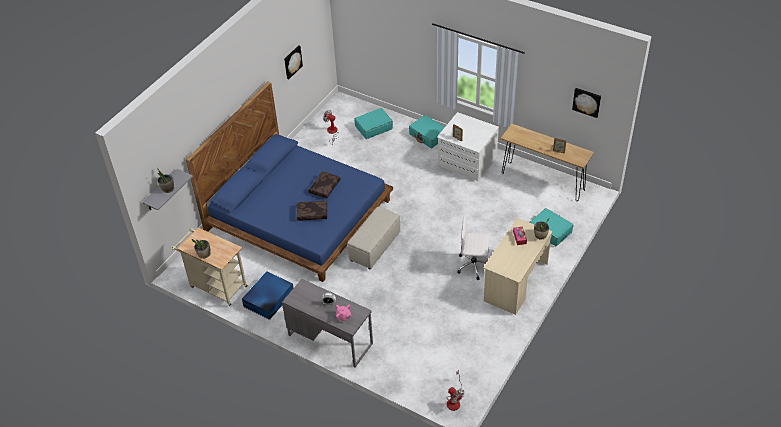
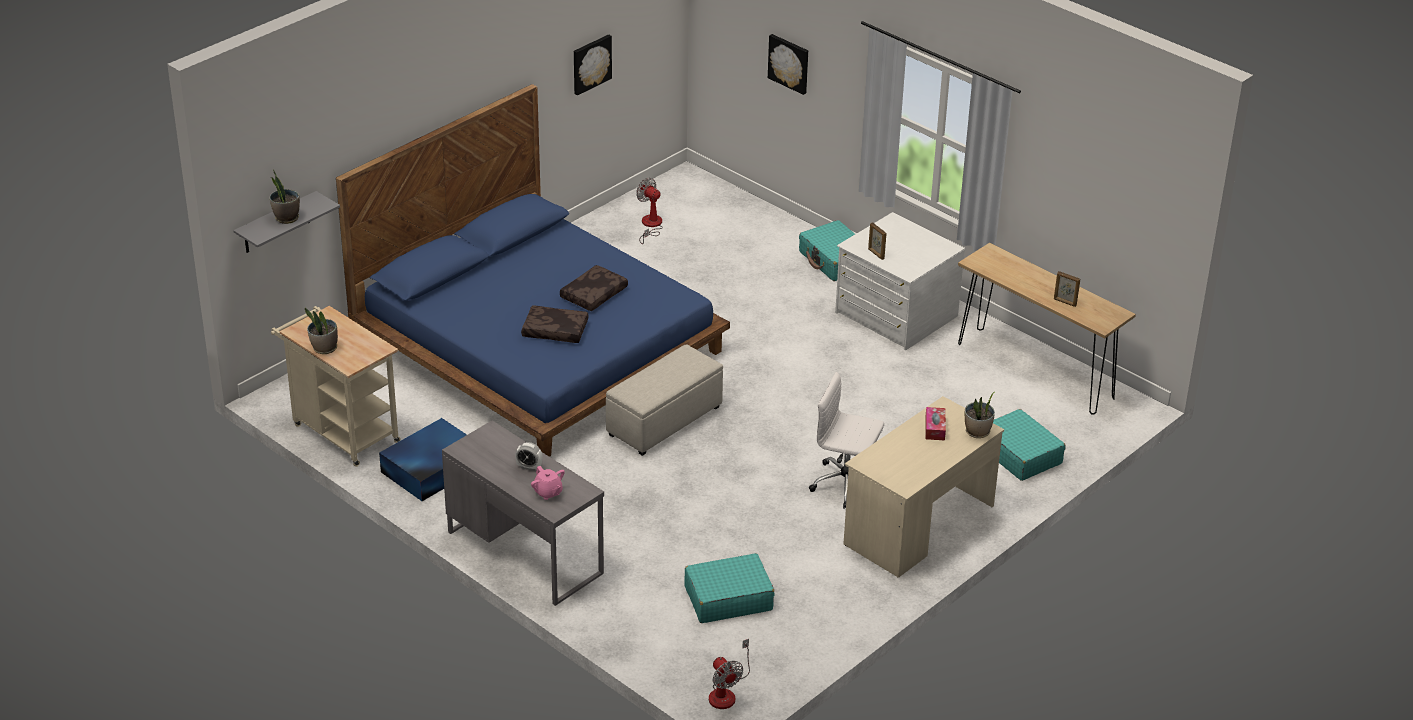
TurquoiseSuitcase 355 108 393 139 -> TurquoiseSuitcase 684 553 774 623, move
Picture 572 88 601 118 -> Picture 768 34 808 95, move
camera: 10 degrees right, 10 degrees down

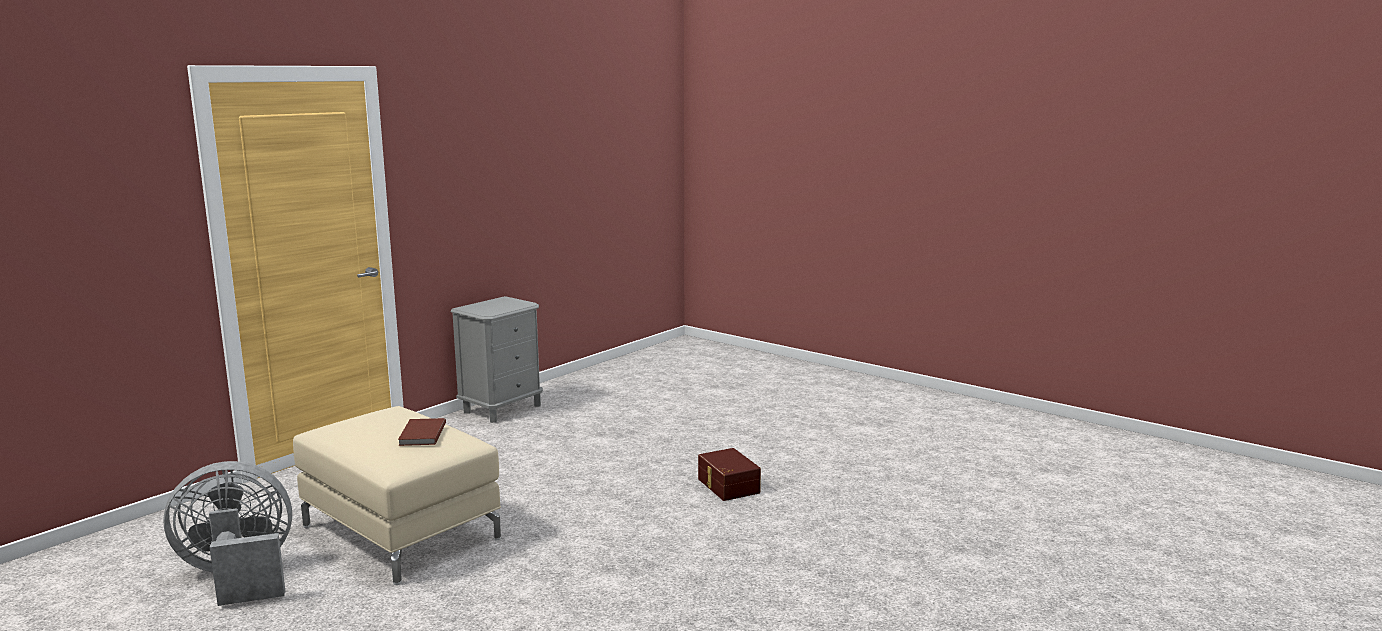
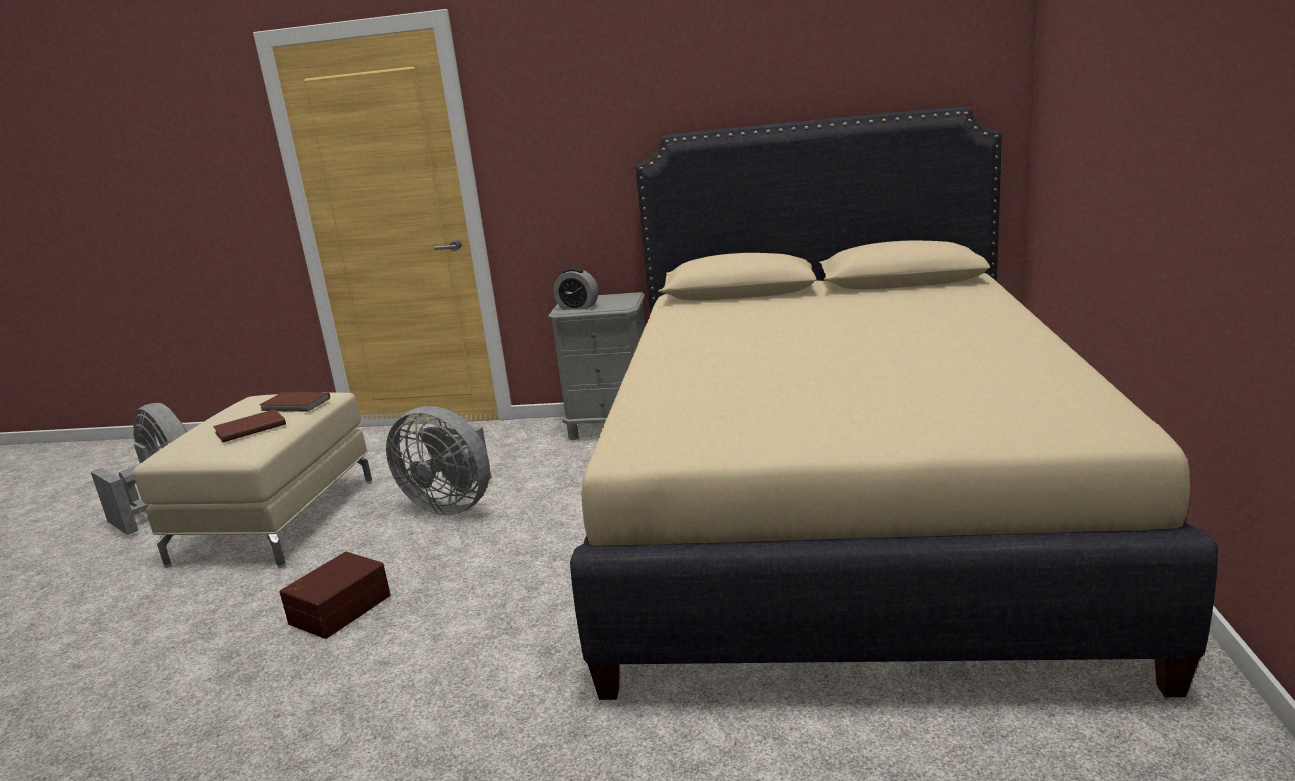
BrownStorageBox 698 448 761 501 -> BrownStorageBox 279 552 391 639, move
none -> BrownBook 259 392 330 412
none -> GreyFan 386 406 491 515
none -> AlarmClock 553 268 598 310
none -> BeigeBed 570 106 1218 700
camera: 60 degrees right, 5 degrees up

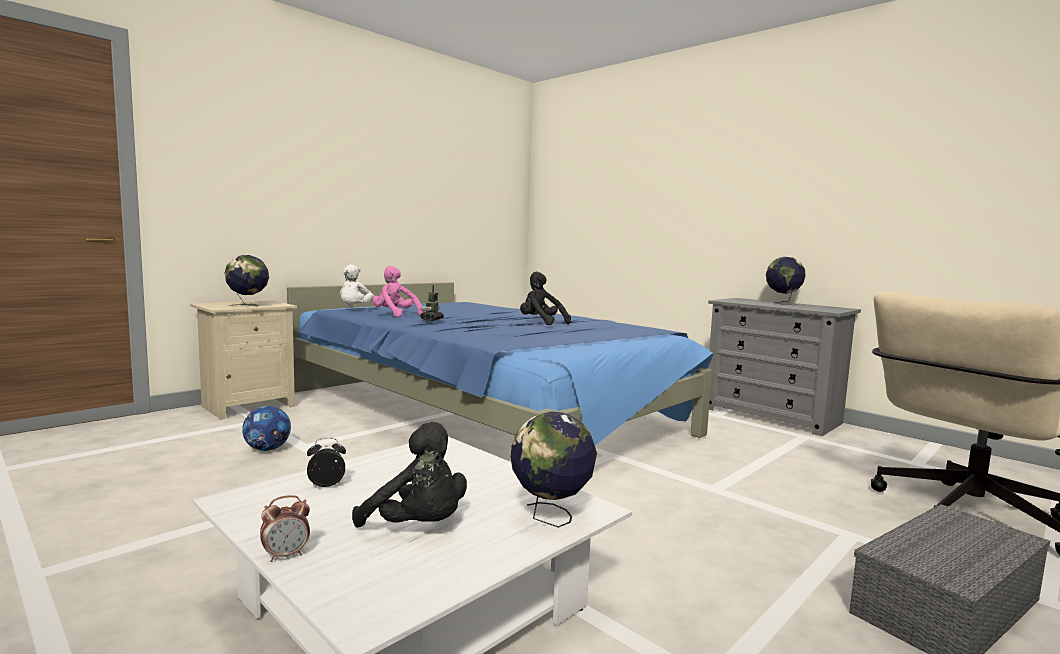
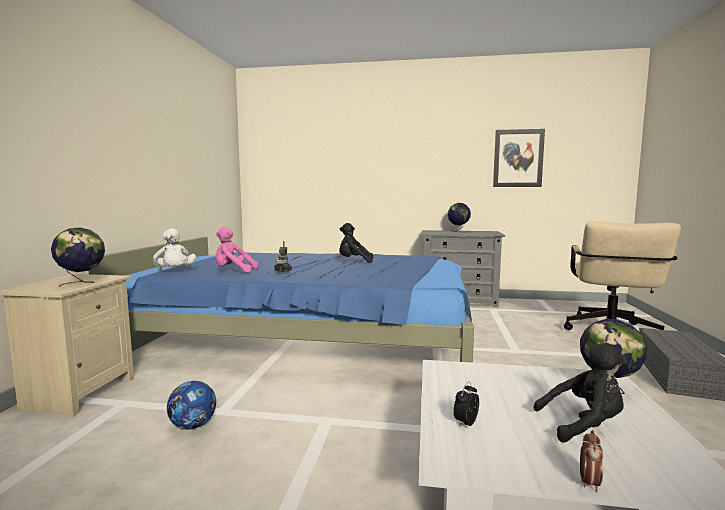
none -> Picture 493 129 545 187
camera: 35 degrees left, 0 degrees up

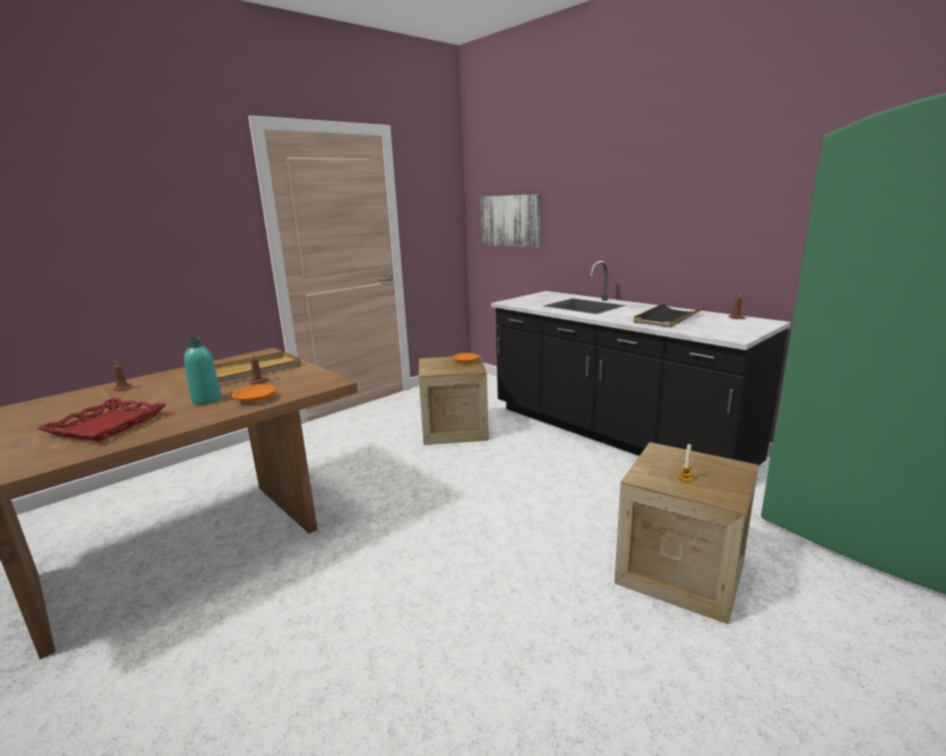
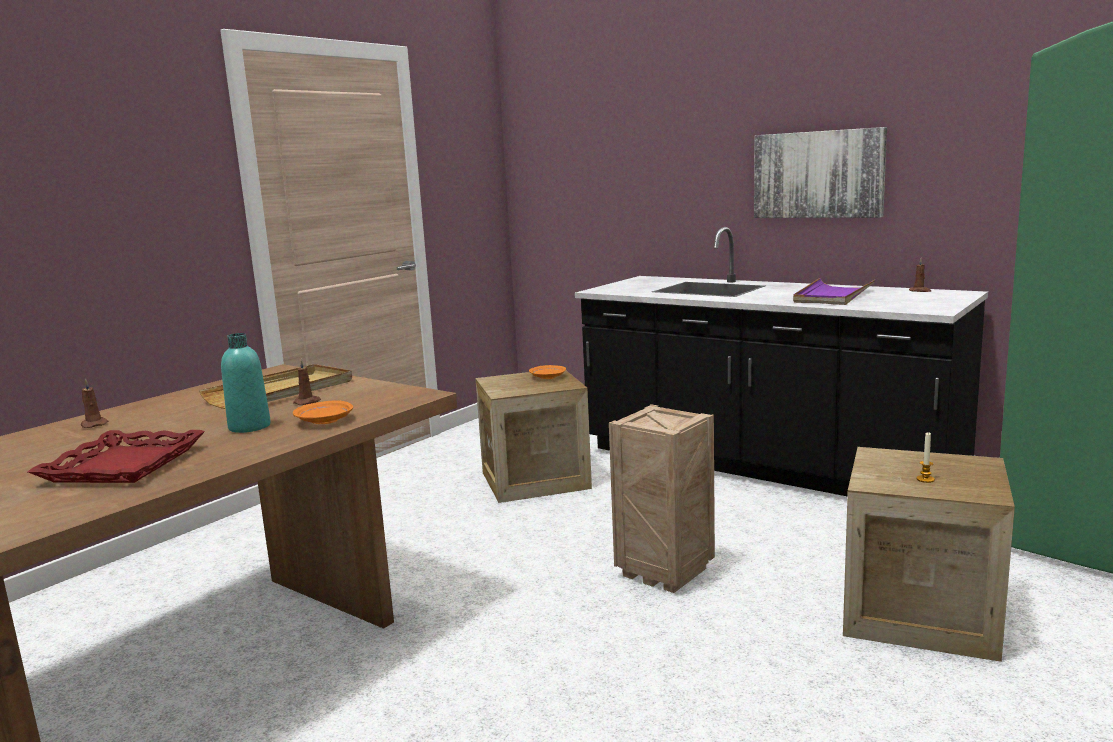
Picture 481 194 540 248 -> Picture 754 127 887 218, move
BlackTray 634 302 704 328 -> PurpleTray 793 278 875 305
none -> Crate 609 404 715 593
camera: 10 degrees left, 5 degrees down

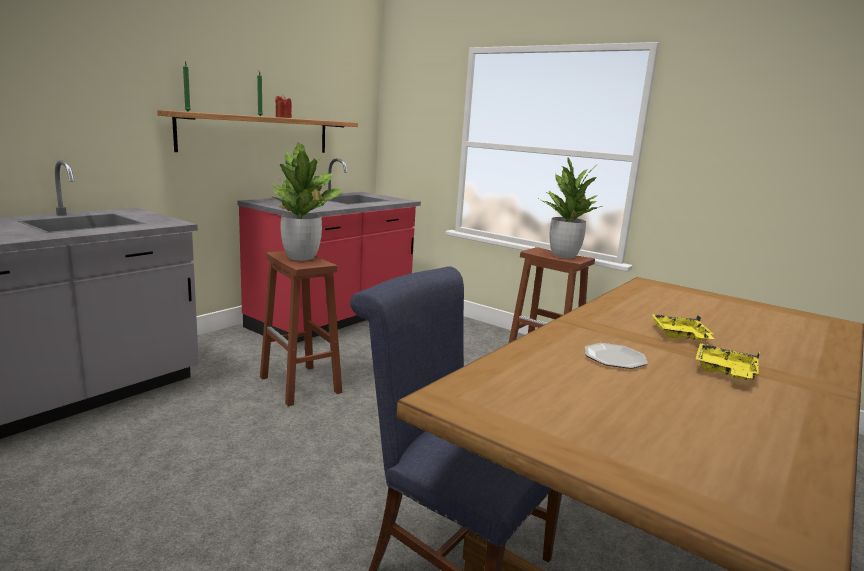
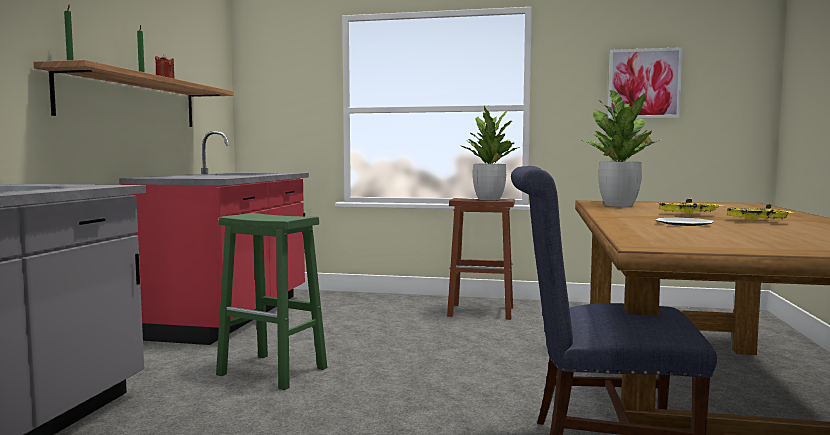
BrownStool 260 251 342 406 -> GreenStool 216 213 327 390
PottedPlant 271 142 343 261 -> PottedPlant 582 90 662 207, move
none -> Picture 608 47 683 119
camera: 25 degrees left, 10 degrees down

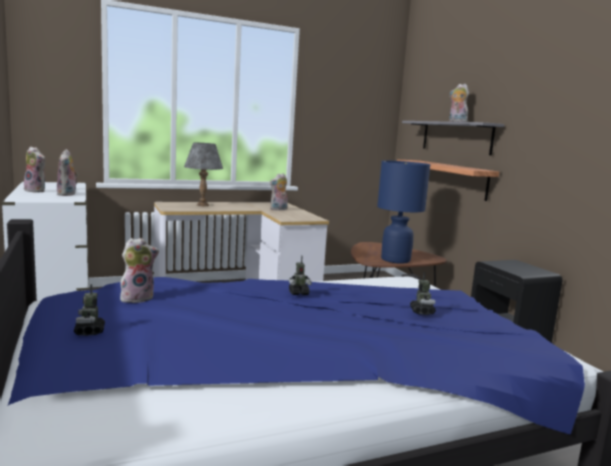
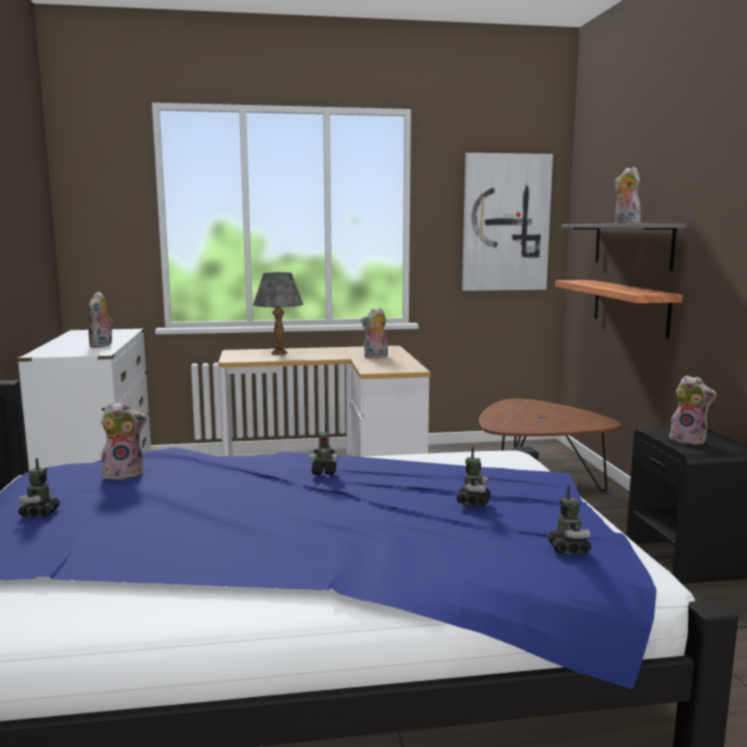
PlushToy 22 146 45 192 -> PlushToy 669 375 717 445, move
BlueTableLamp 377 160 430 263 -> none
none -> Picture 462 153 553 291
none -> ToyRobot 548 485 591 555
camera: 15 degrees right, 0 degrees up

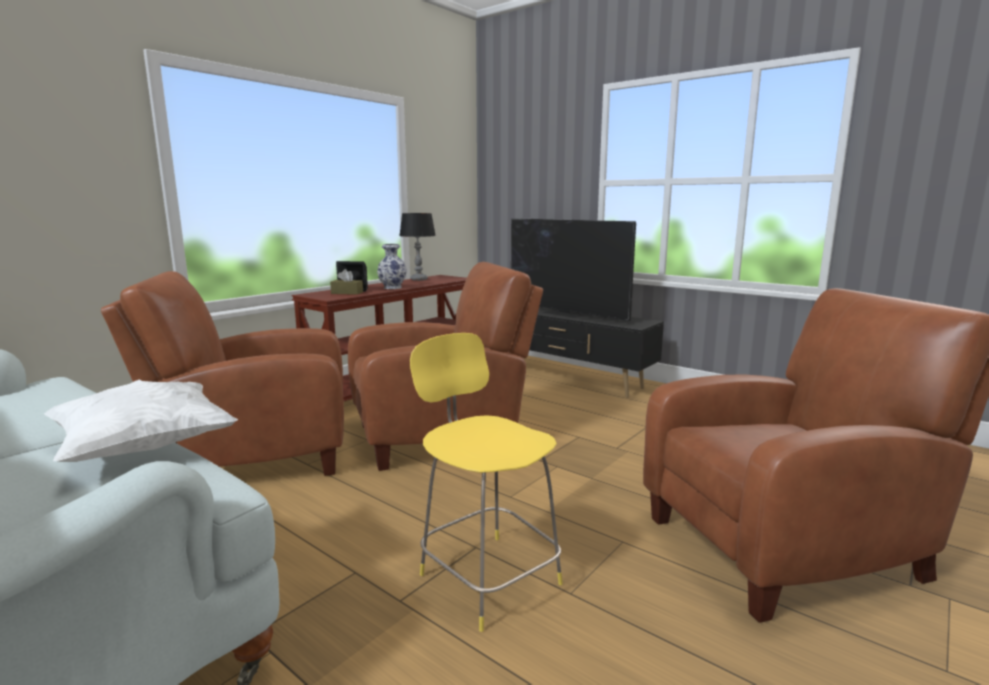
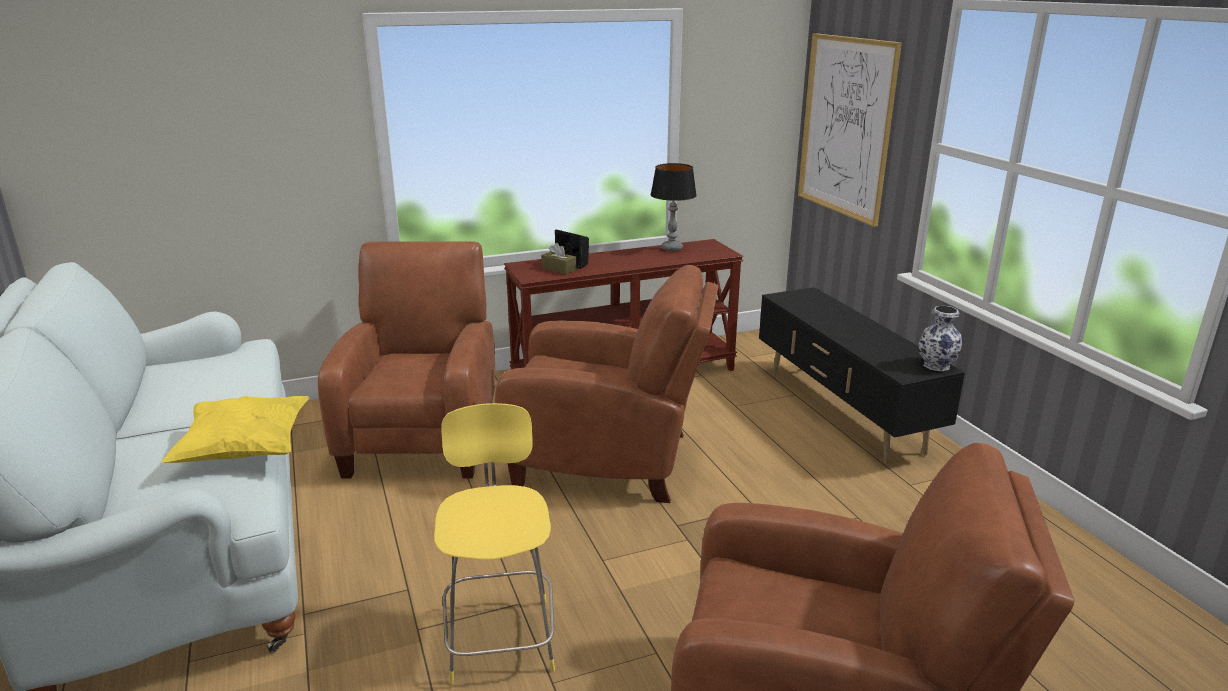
WhitePillow 44 379 238 462 -> YellowPillow 161 396 310 463
BrownArmchair 101 271 344 476 -> BrownArmchair 318 241 495 479, 75 degrees clockwise
Vase 377 244 407 289 -> Vase 919 306 962 371, move
Television 511 218 636 321 -> none
none -> Picture 798 33 902 227
camera: 30 degrees right, 10 degrees up

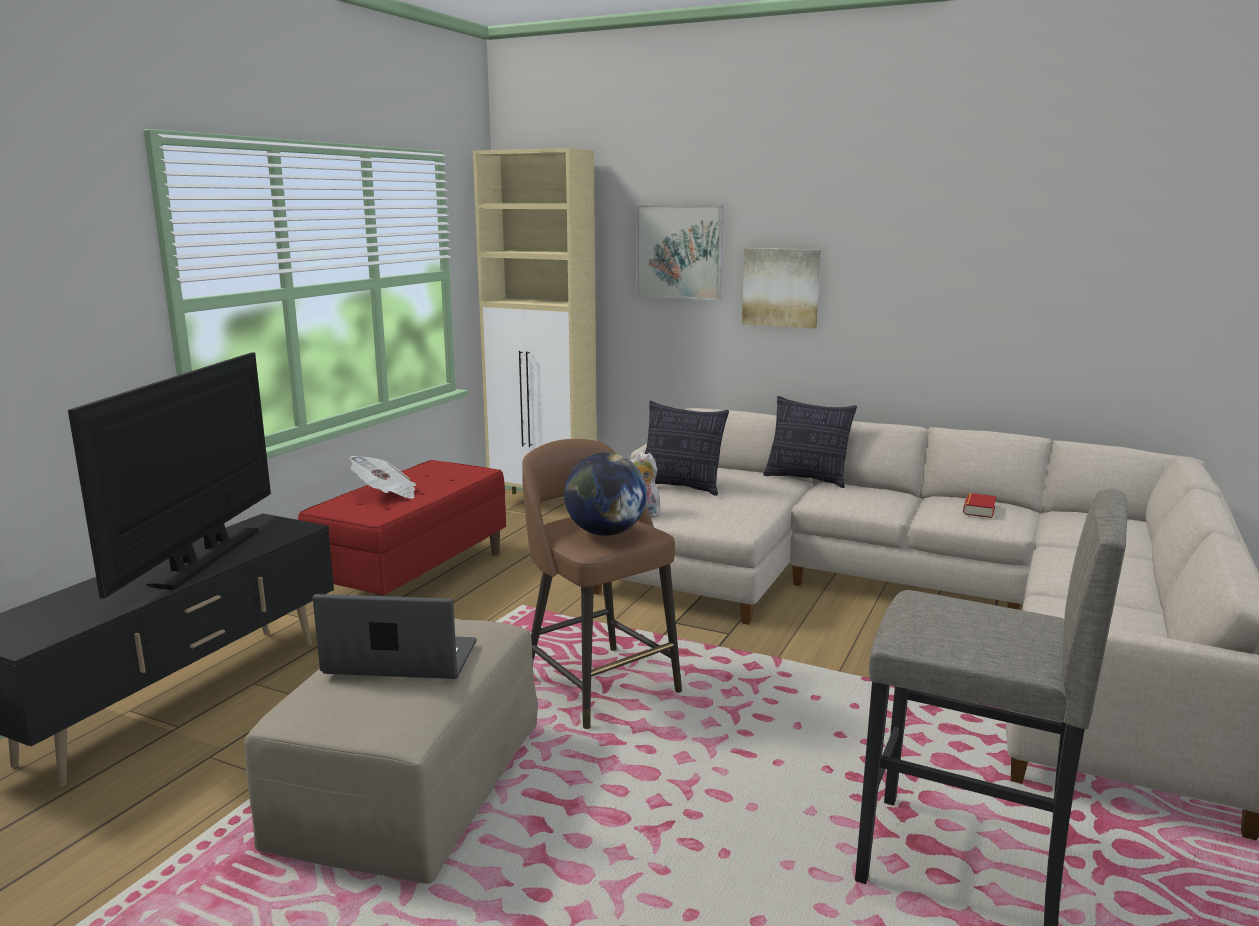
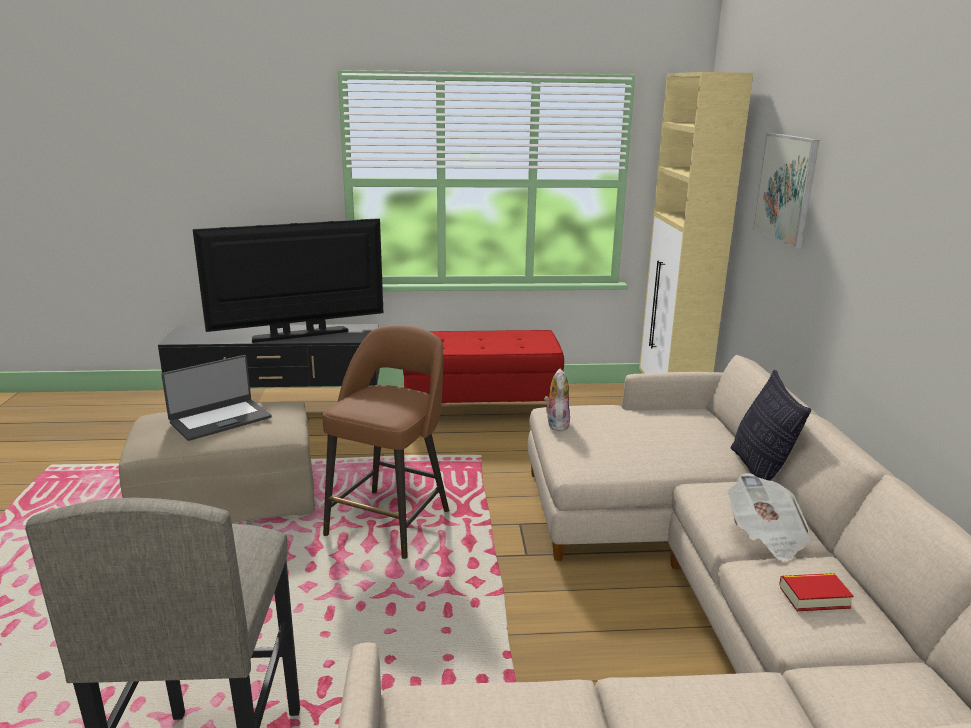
Laptop 313 594 477 679 -> Laptop 161 355 272 441, 75 degrees clockwise
Newspaper 350 456 416 499 -> Newspaper 728 473 813 562, move
Globe 564 453 647 536 -> none
Pillow 645 401 729 496 -> none
Picture 742 248 821 329 -> none
camera: 60 degrees right, 5 degrees up

